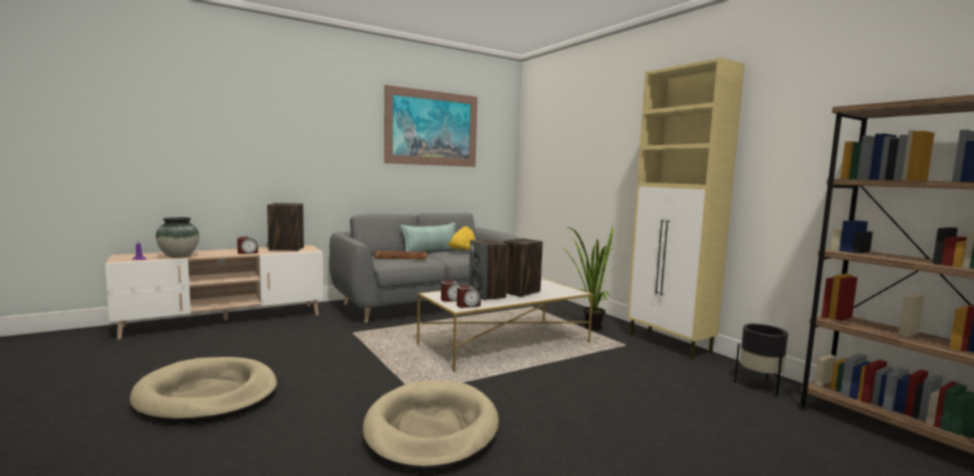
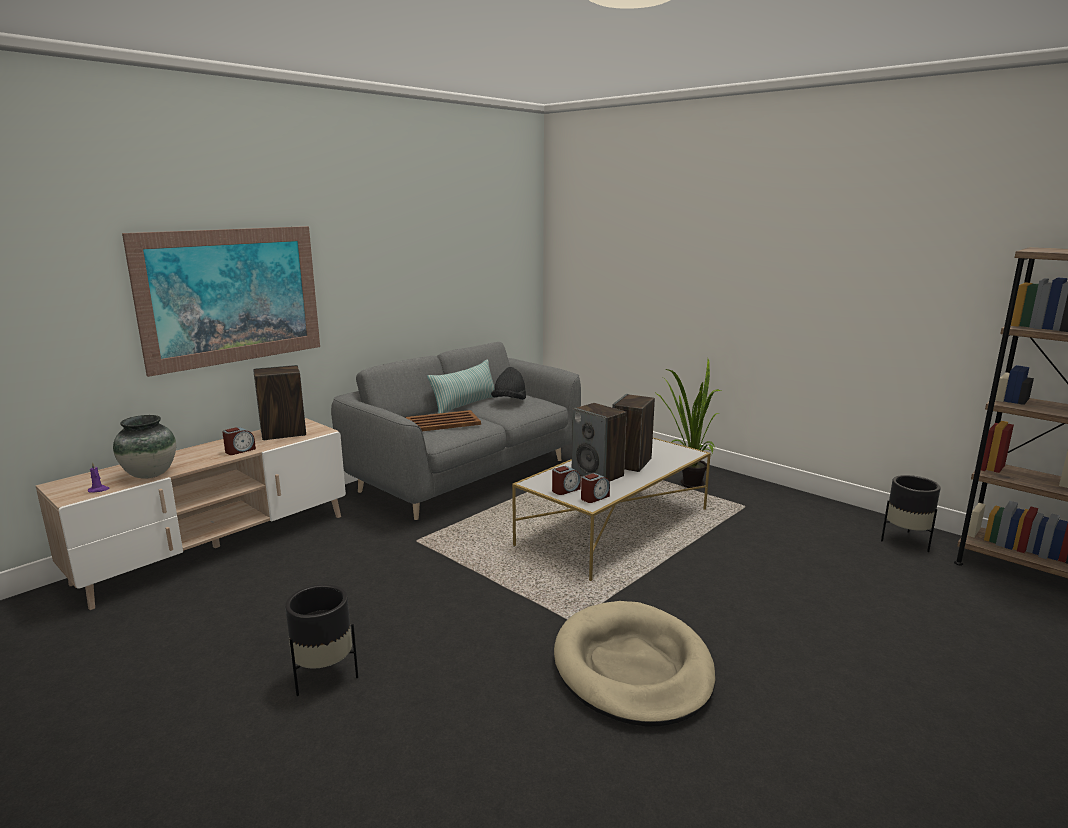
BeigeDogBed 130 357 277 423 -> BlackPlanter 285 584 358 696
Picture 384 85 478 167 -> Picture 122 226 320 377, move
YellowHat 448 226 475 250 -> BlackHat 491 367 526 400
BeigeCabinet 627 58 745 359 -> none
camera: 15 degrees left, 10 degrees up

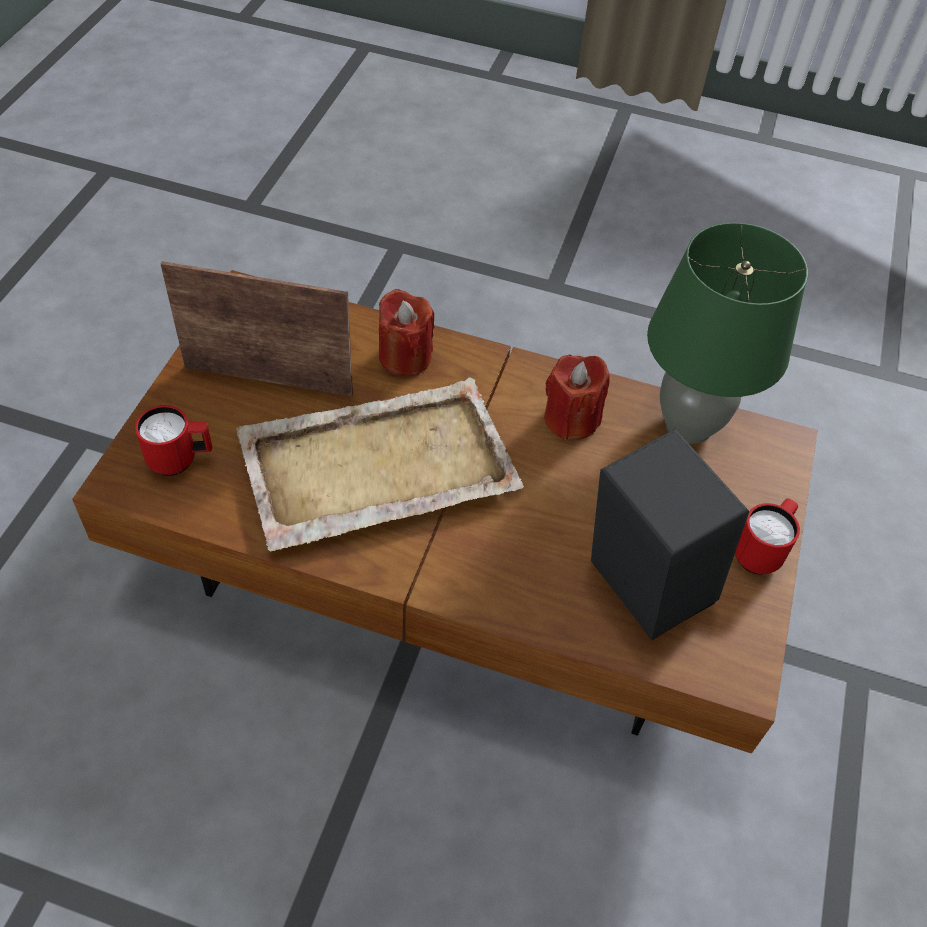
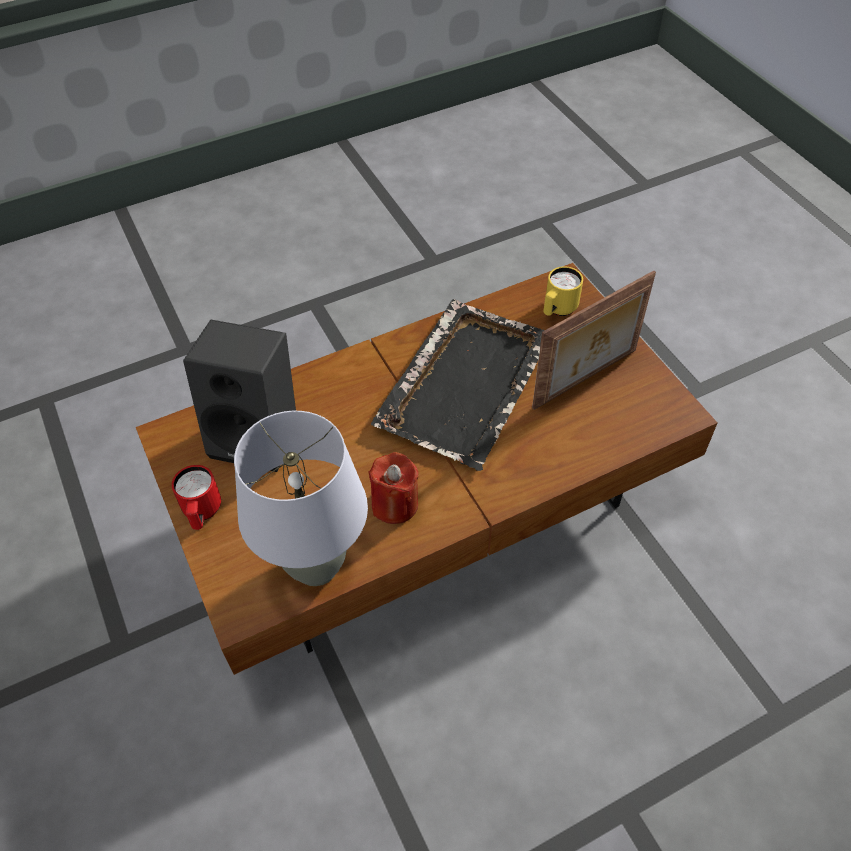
RedMug 135 405 212 476 -> YellowMug 543 266 583 316
BeigeTray 236 377 524 552 -> BlackTray 371 299 545 471
RedCandle 379 289 434 376 -> none
GreenTableLamp 647 222 808 444 -> GreyTableLamp 234 411 368 586
camera: 140 degrees right, 0 degrees up

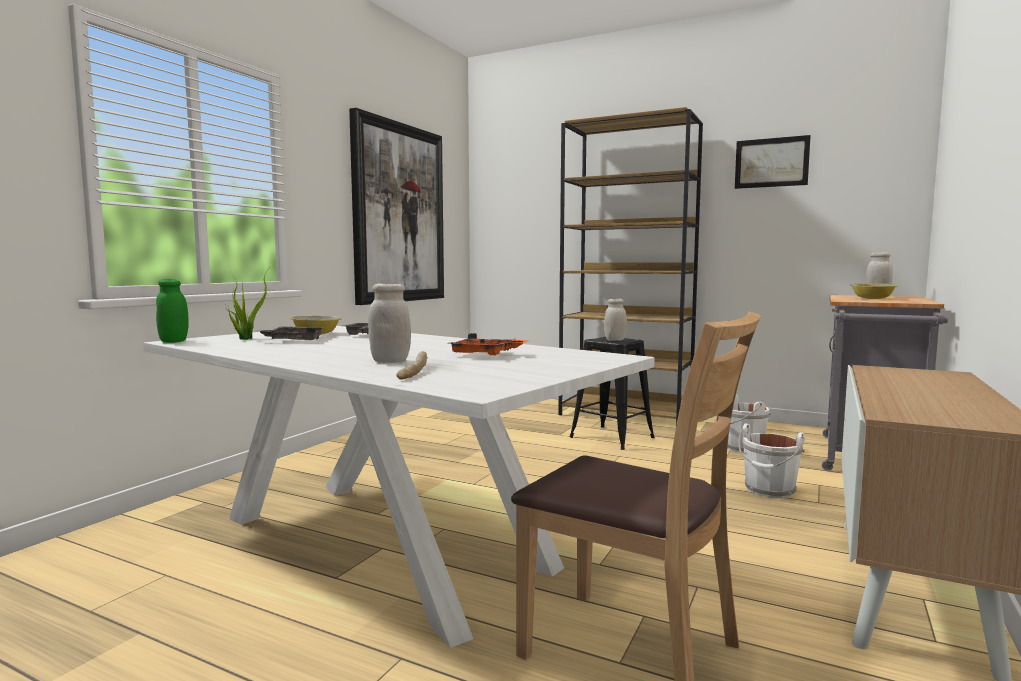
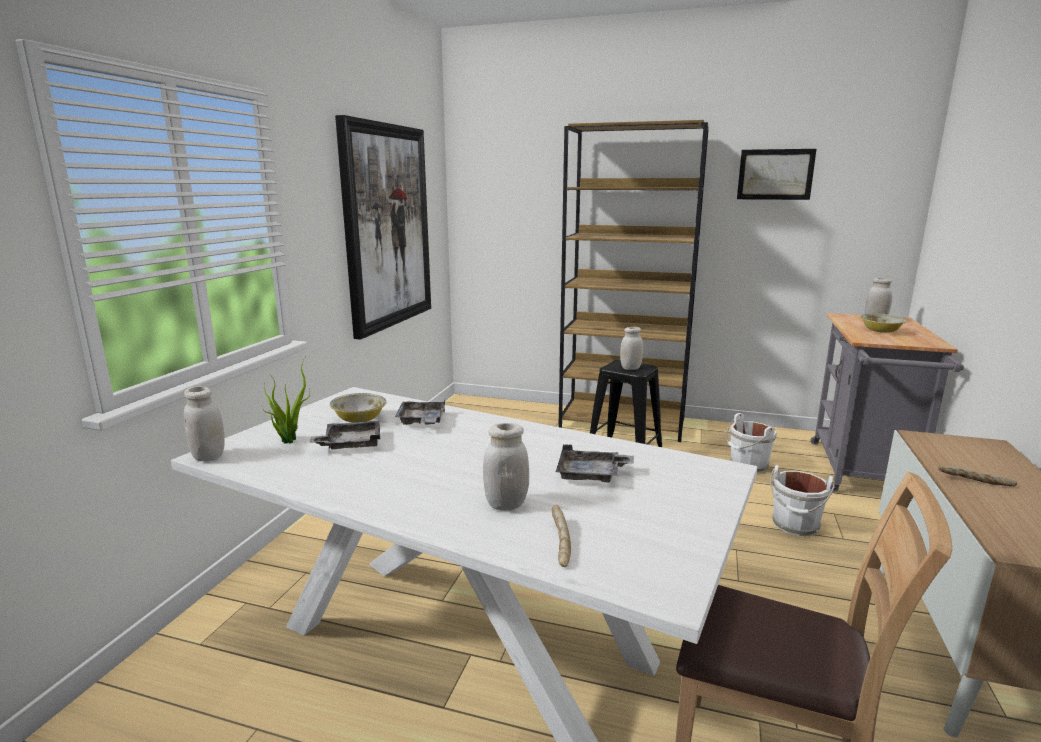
GreenJar 156 279 188 343 -> WhiteJar 184 386 225 461
OrangeTray 446 333 529 355 -> GreyTray 556 444 634 483
none -> Bread 938 465 1018 486
camera: 10 degrees left, 10 degrees up

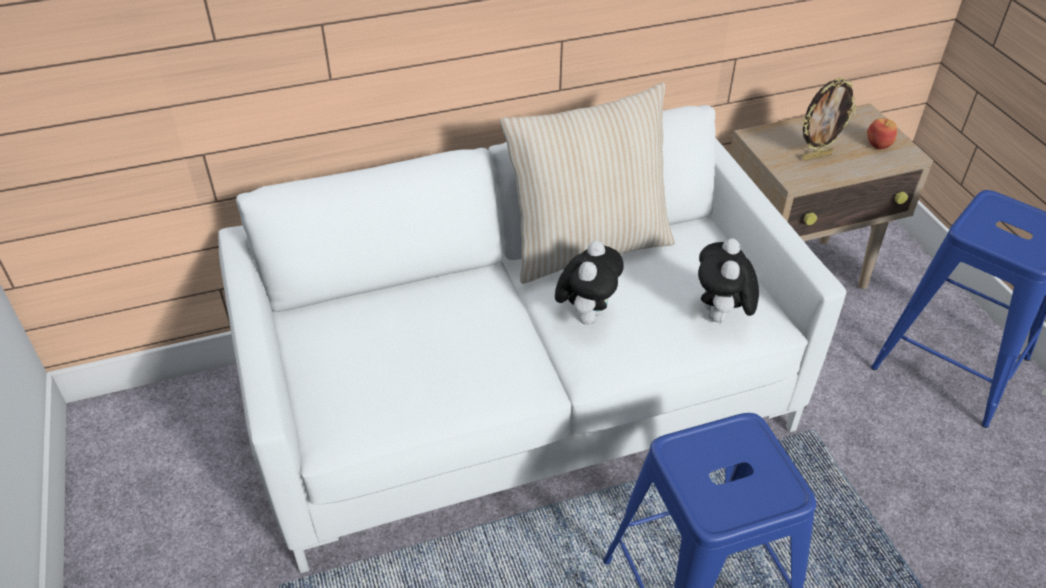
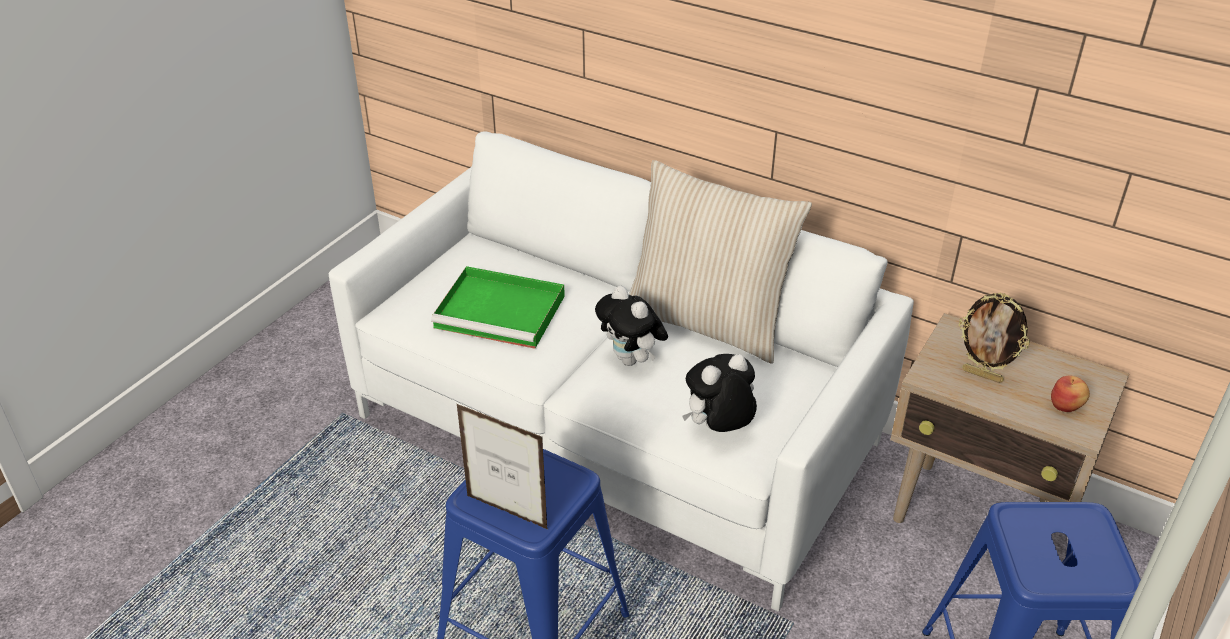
PlushToy 555 240 624 325 -> PlushToy 595 286 668 366, 75 degrees clockwise
none -> GreenTray 431 266 565 349
none -> PictureFrame 457 404 547 529
camera: 50 degrees right, 5 degrees down

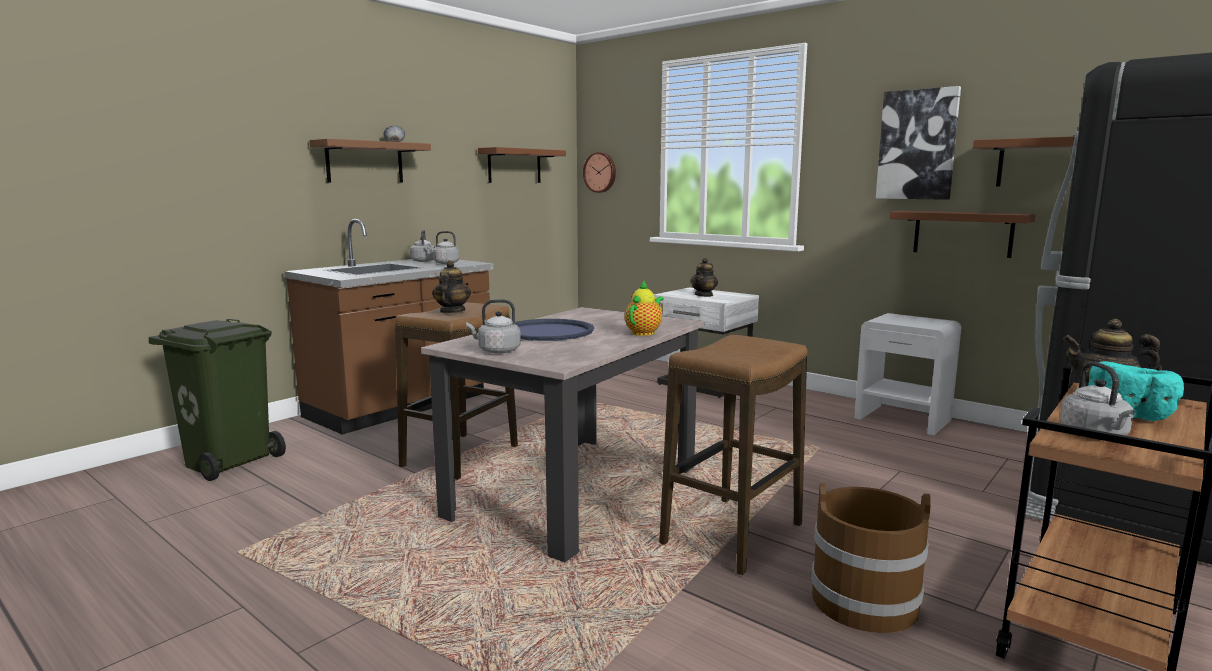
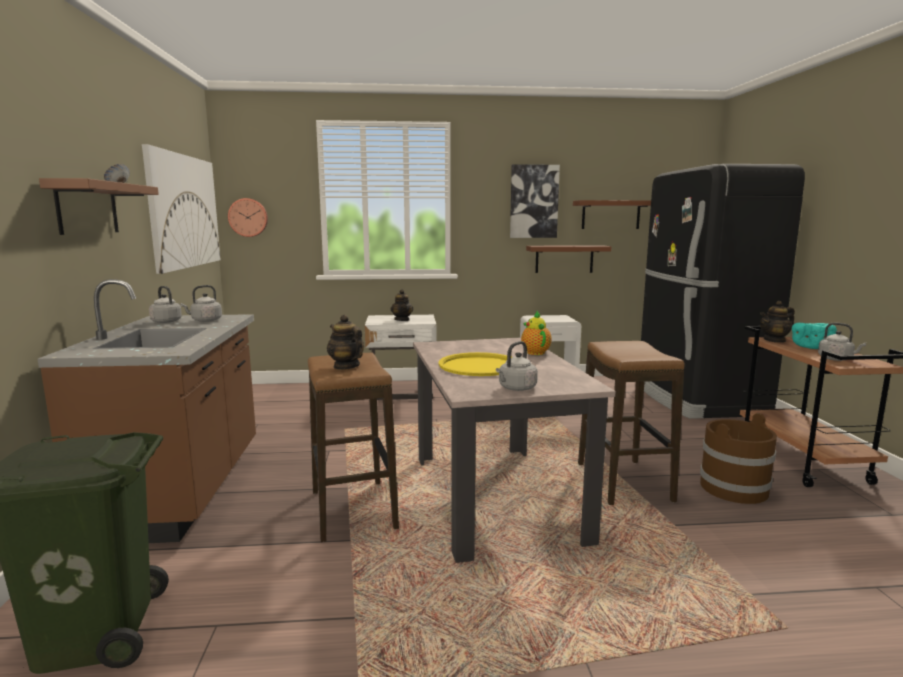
BrownShelf 478 147 566 183 -> Picture 142 144 221 274
BlueTray 515 319 594 341 -> YellowTray 439 352 512 376
camera: 45 degrees left, 0 degrees up

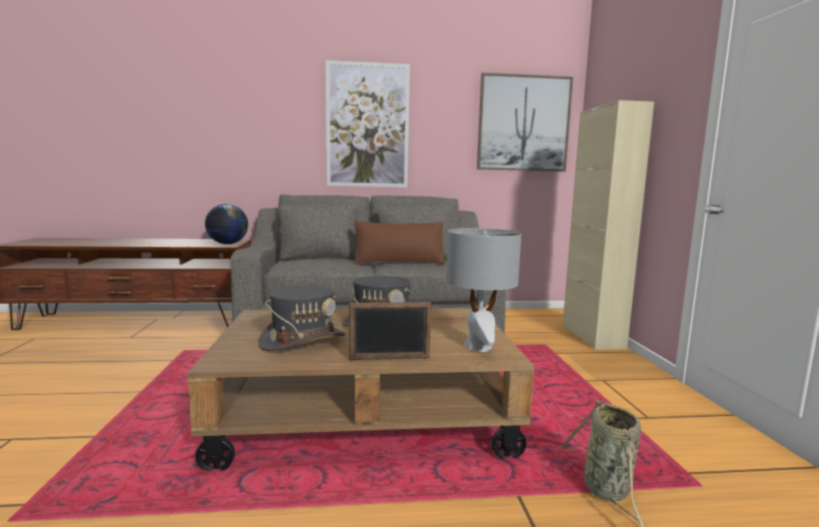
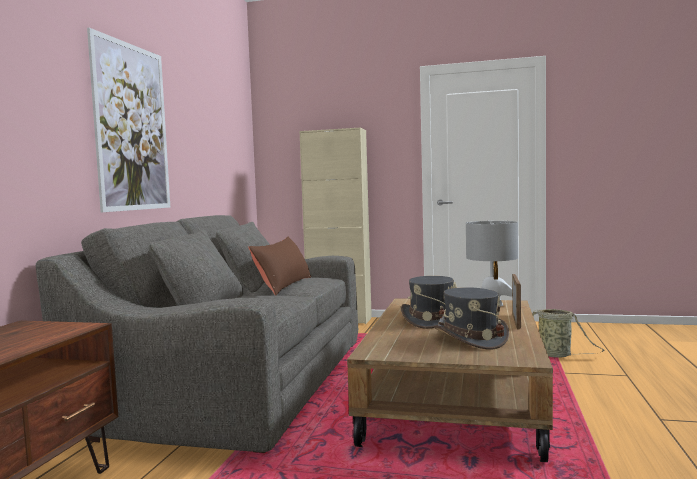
Globe 205 204 248 244 -> none
Picture 477 73 573 171 -> none
camera: 70 degrees left, 5 degrees down

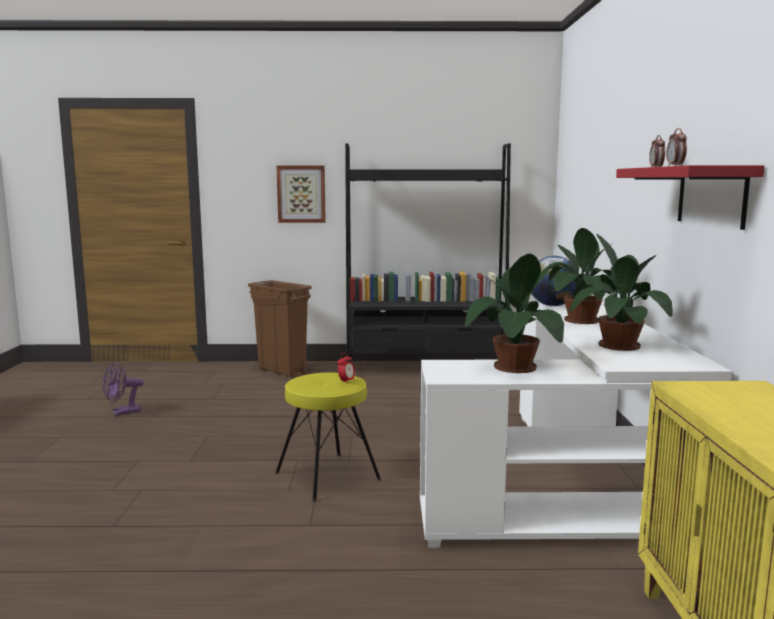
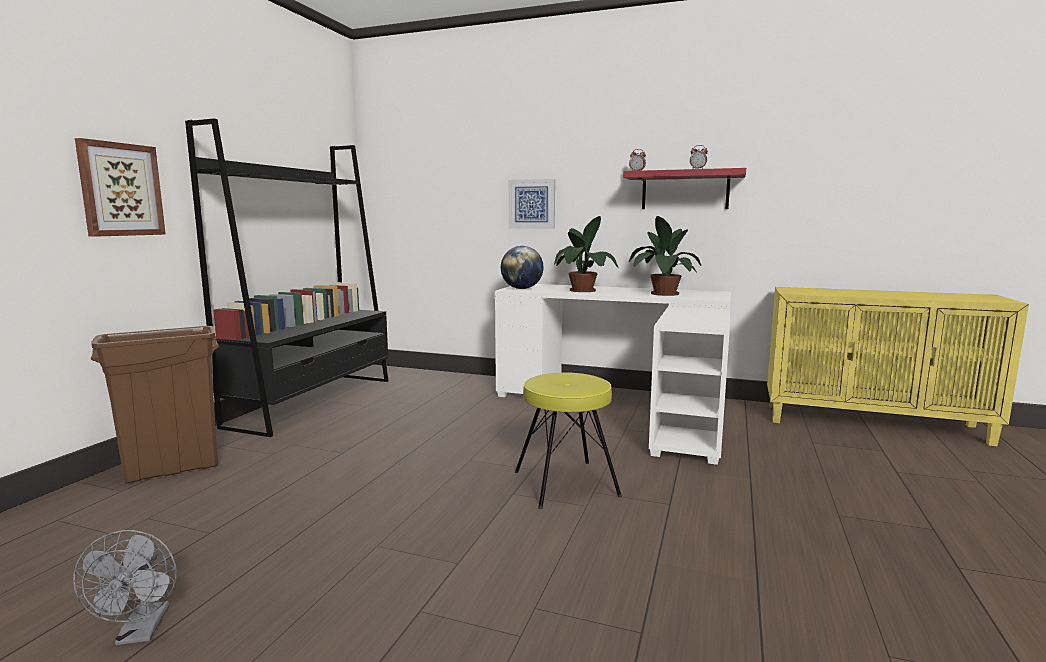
PurpleFan 103 361 144 416 -> GreyFan 73 530 177 645
AlarmClock 337 352 355 382 -> none
PottedPlant 465 254 564 373 -> none
none -> Picture 508 179 555 229
camera: 70 degrees left, 0 degrees up

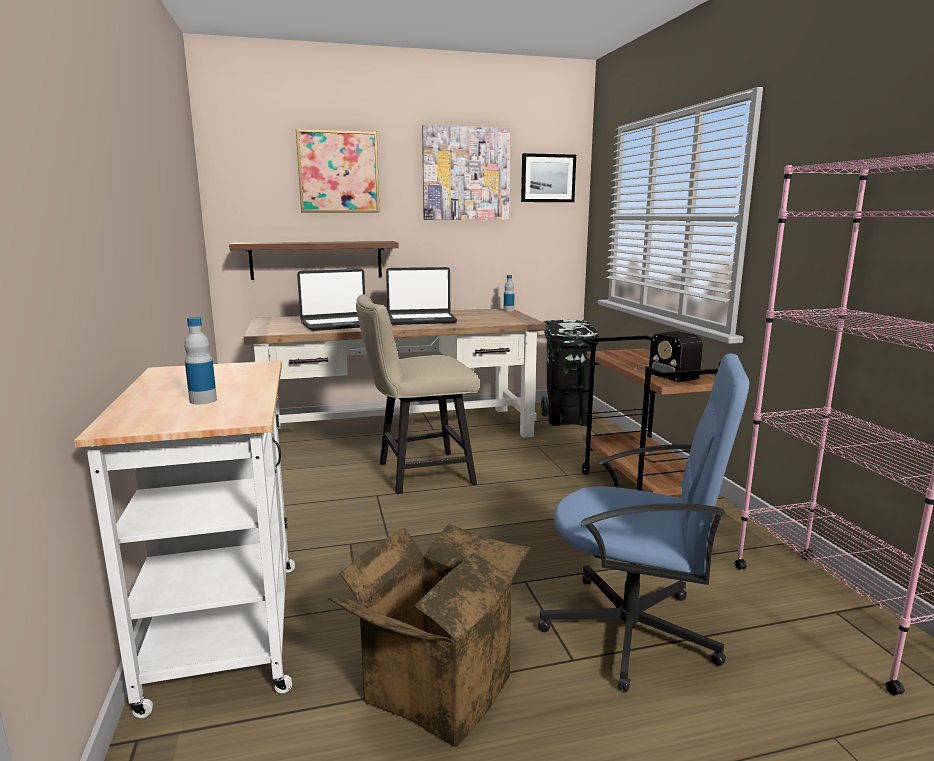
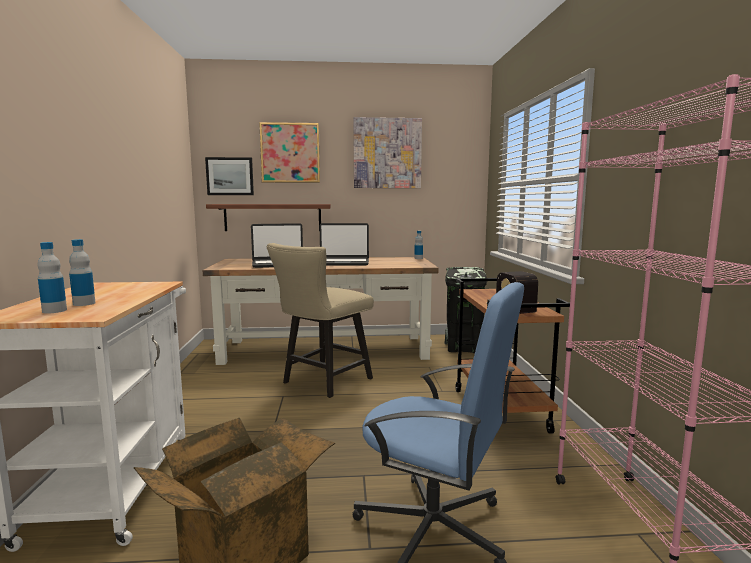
BeigeChair 356 294 480 494 -> BeigeChair 267 243 374 398, 45 degrees counterclockwise
Picture 521 153 576 202 -> Picture 205 157 254 195, move
none -> Bottle 37 242 67 314
camera: 10 degrees right, 5 degrees down

